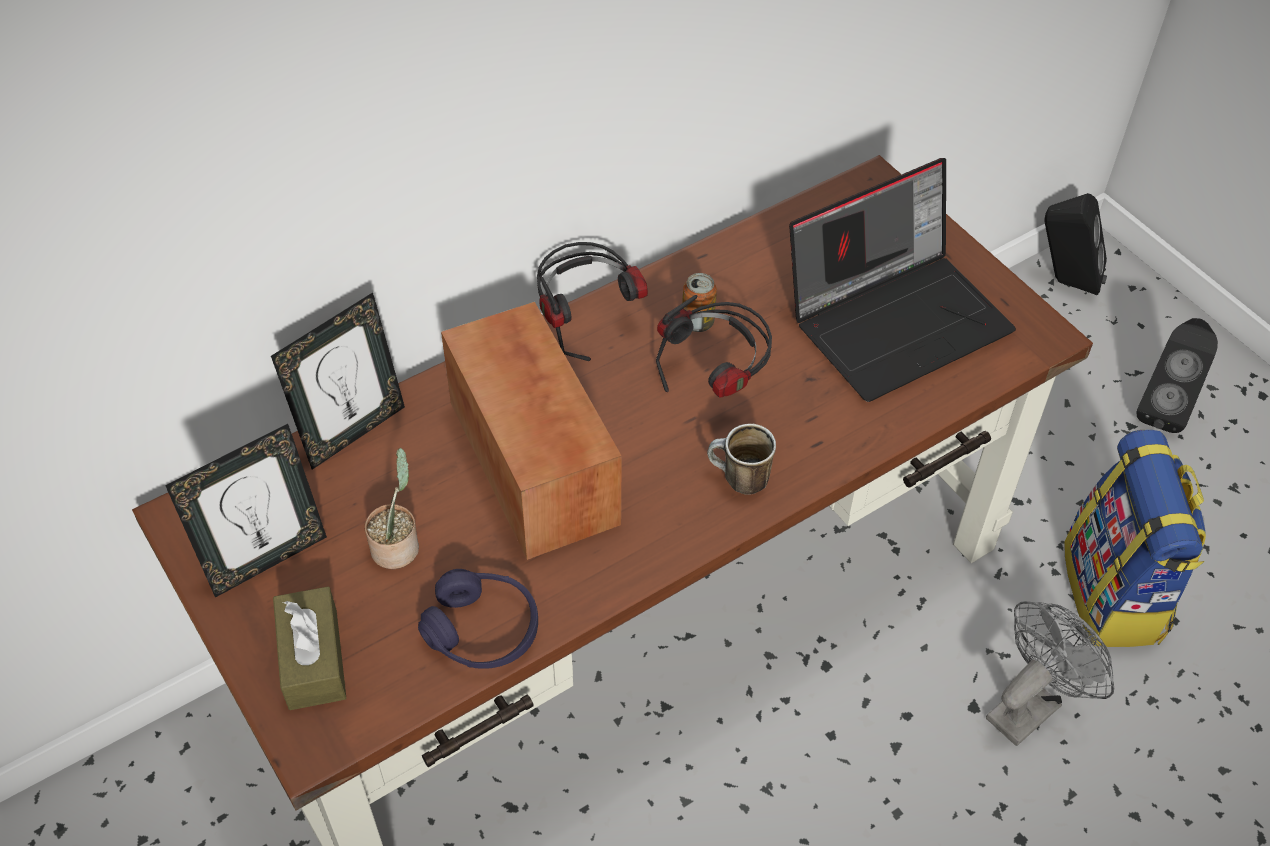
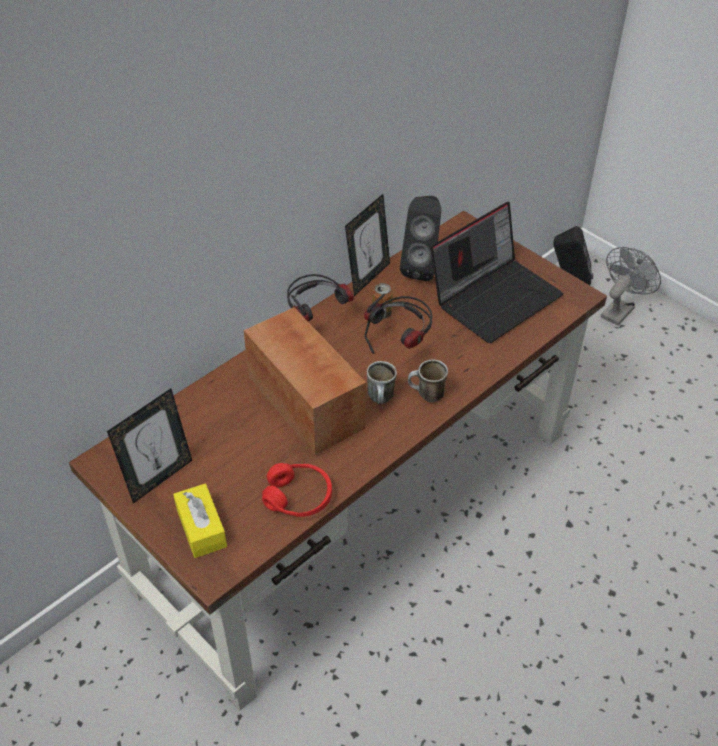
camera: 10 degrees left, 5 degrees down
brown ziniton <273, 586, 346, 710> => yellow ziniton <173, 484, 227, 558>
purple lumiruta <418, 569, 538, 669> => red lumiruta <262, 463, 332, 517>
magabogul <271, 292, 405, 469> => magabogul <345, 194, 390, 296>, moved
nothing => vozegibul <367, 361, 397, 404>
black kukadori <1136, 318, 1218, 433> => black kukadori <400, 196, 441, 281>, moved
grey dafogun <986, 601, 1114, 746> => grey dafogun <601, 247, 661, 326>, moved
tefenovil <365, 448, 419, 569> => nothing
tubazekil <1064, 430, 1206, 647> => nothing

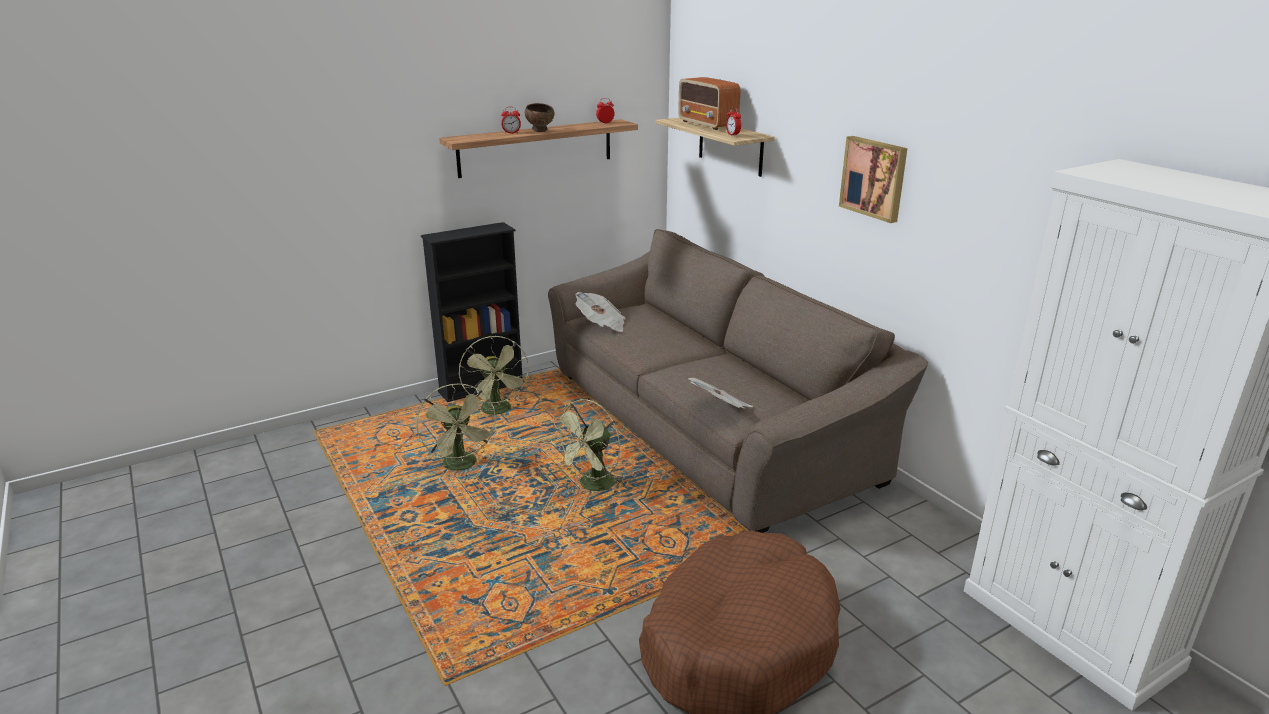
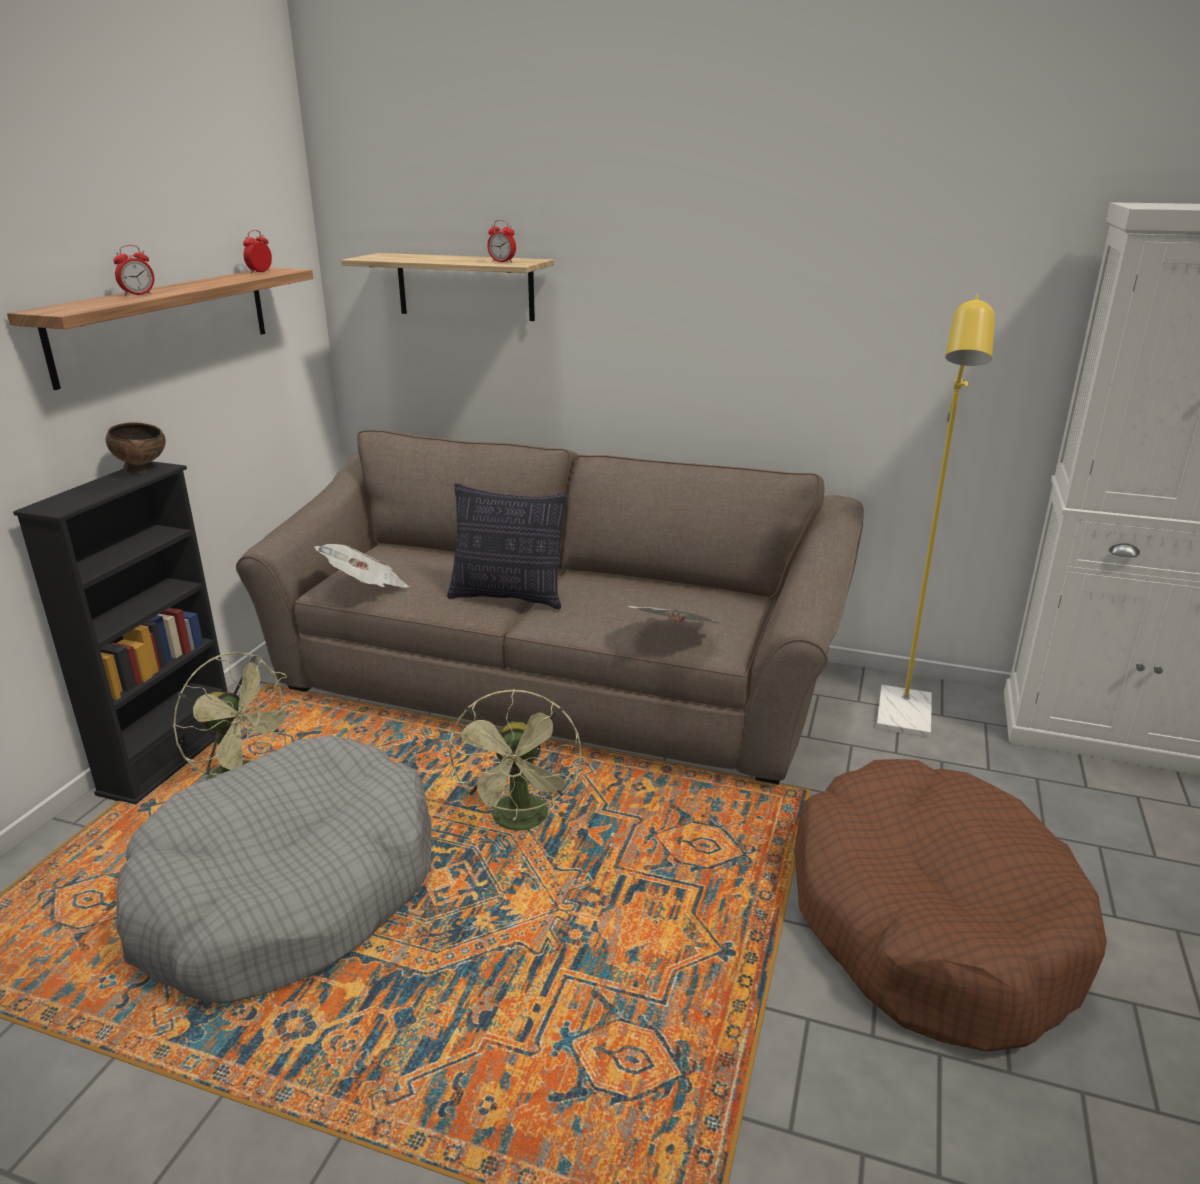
camera: 40 degrees left, 0 degrees up
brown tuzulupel <525, 103, 555, 132> => brown tuzulupel <106, 422, 166, 474>, moved
green dafogun <416, 383, 497, 471> => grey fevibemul <116, 735, 432, 1004>
nothing => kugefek <447, 483, 567, 610>
nothing => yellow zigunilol <876, 294, 995, 738>
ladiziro <678, 77, 741, 130> => nothing
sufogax <839, 136, 908, 223> => nothing

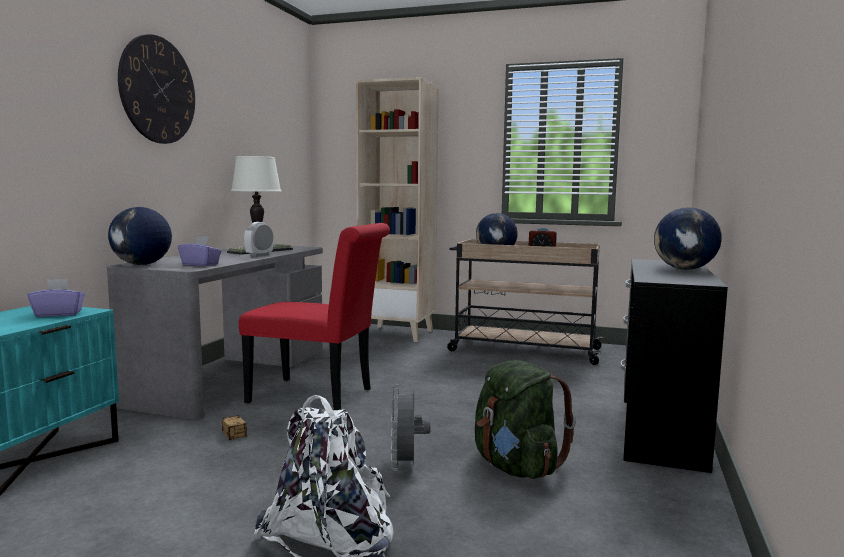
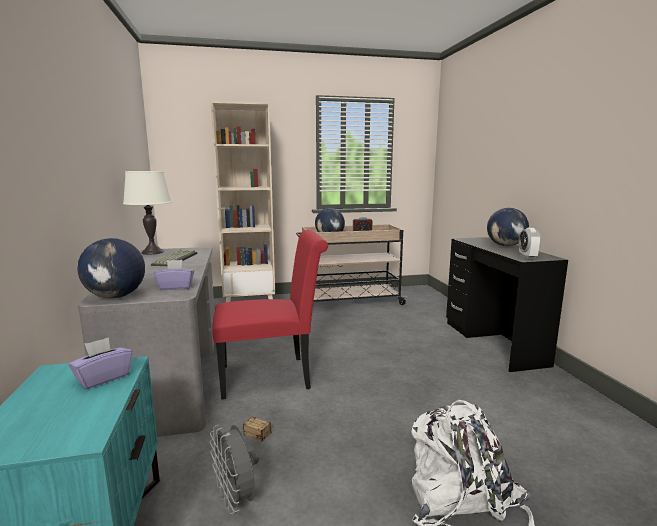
camera: 30 degrees left, 5 degrees up
grey dafogun <391, 385, 430, 471> => grey dafogun <210, 425, 259, 514>, moved
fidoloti <244, 222, 273, 257> => fidoloti <519, 228, 541, 259>, moved
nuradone <118, 34, 195, 144> => nothing
green tubazekil <475, 360, 576, 479> => nothing

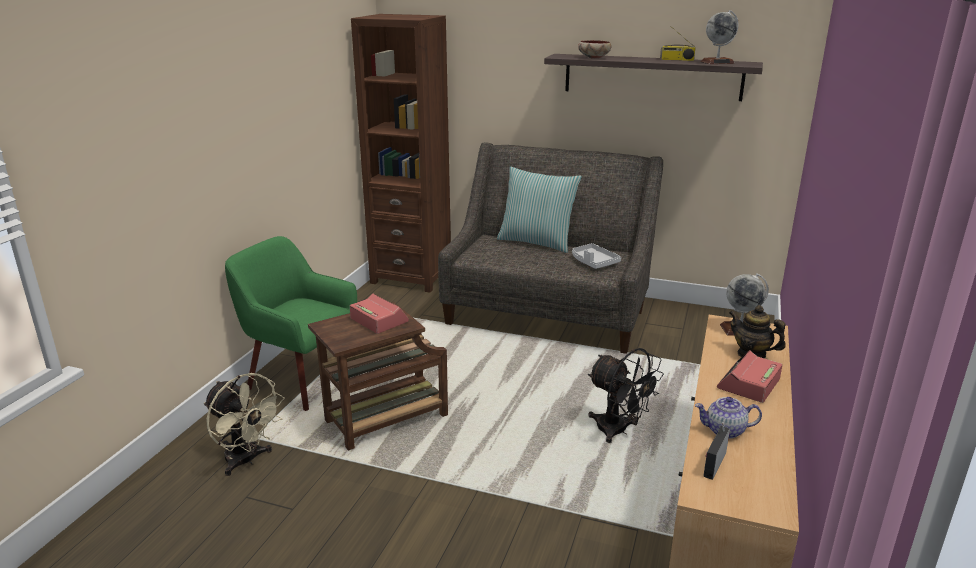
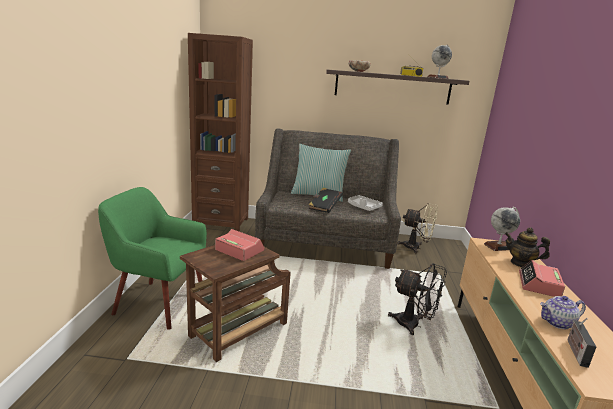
camera: 15 degrees left, 5 degrees down
nothing => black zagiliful <309, 188, 343, 213>
beige dafogun <204, 373, 285, 476> => beige dafogun <397, 203, 438, 253>, moved

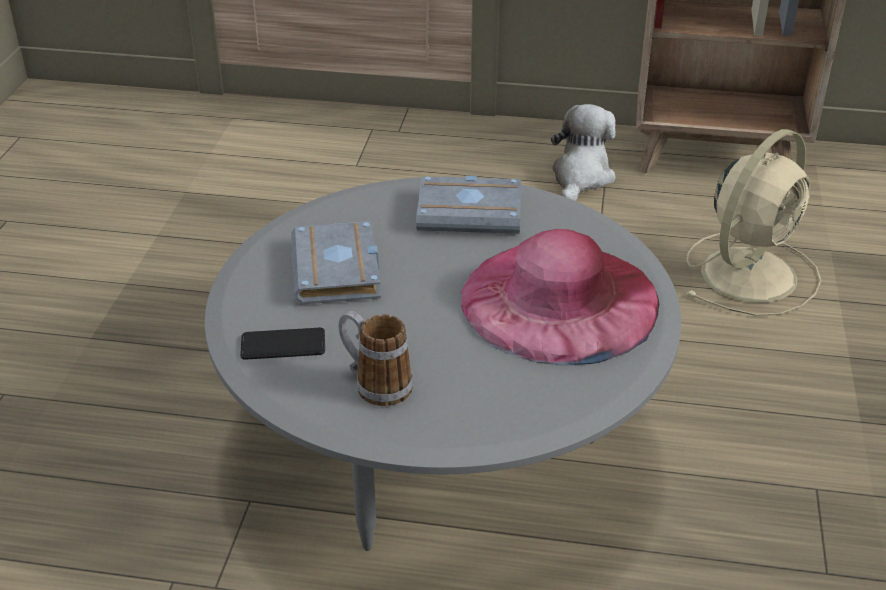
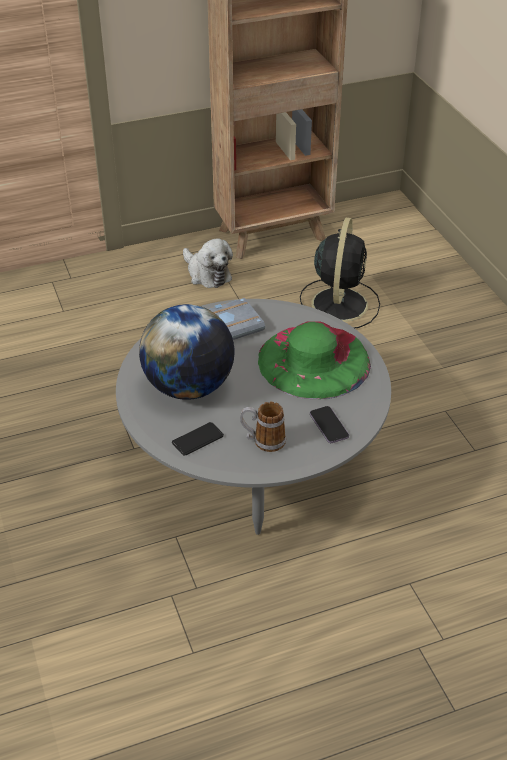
camera: 30 degrees left, 5 degrees up
grey zagiliful <291, 221, 381, 305> => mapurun <139, 304, 235, 400>
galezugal <551, 104, 616, 201> => galezugal <183, 239, 233, 288>, 150 degrees clockwise
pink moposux <461, 229, 659, 365> => green moposux <258, 321, 371, 399>
beige dafogun <686, 129, 821, 316> => black dafogun <300, 217, 380, 328>
nothing => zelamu <310, 406, 349, 443>

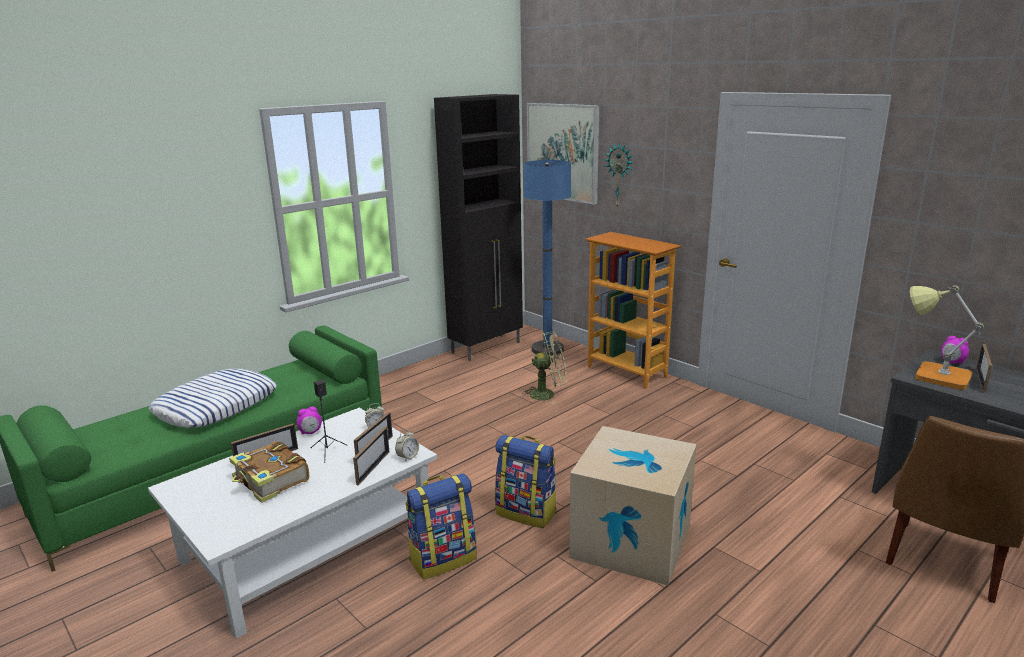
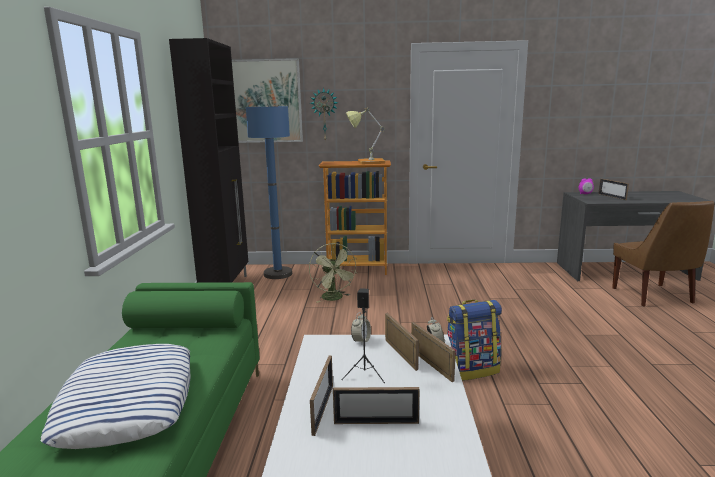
camera: 45 degrees left, 5 degrees down
green dafogun <522, 332, 567, 404> => green dafogun <309, 243, 357, 303>, 120 degrees clockwise
zagiliful <229, 441, 309, 503> => magabogul <333, 387, 419, 424>
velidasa <910, 285, 984, 390> => velidasa <346, 108, 385, 164>, moved
fidoloti <297, 407, 322, 434> => nothing
tubazekil <405, 473, 477, 579> => nothing
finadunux <569, 426, 697, 586> => nothing

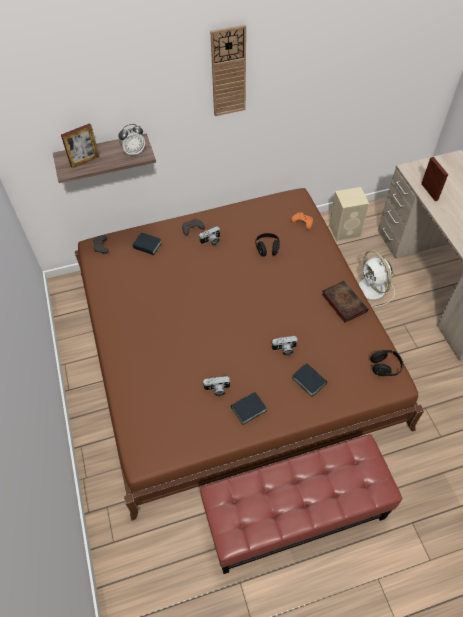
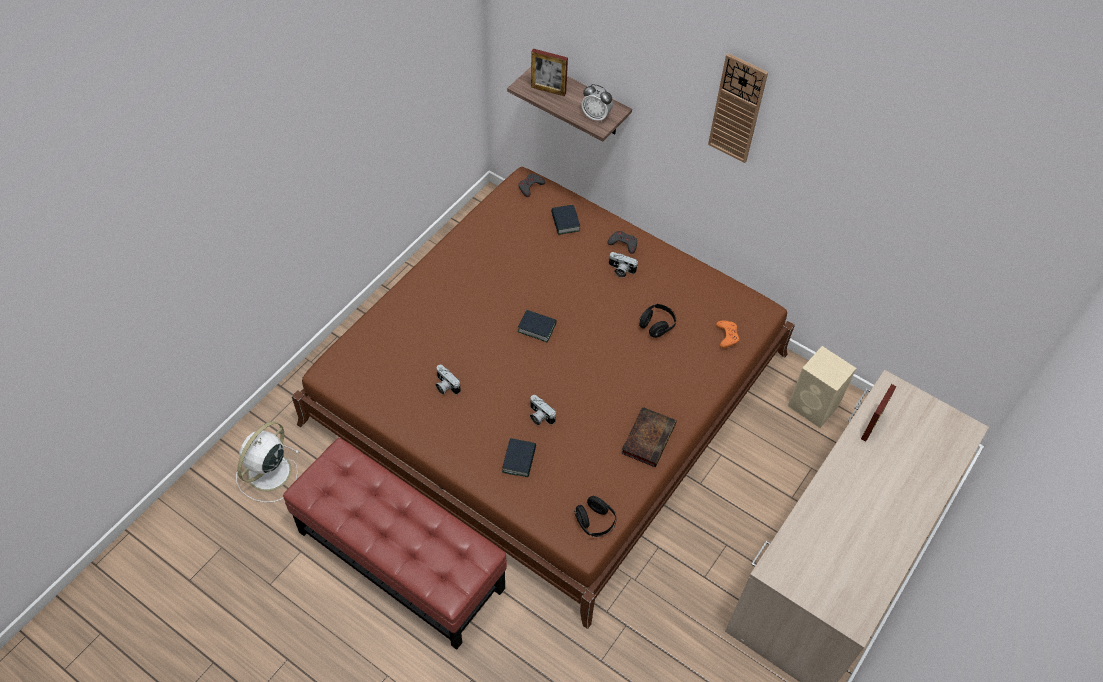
camera: 50 degrees right, 0 degrees up
white dafogun <355, 250, 395, 307> => white dafogun <236, 422, 299, 503>, moved
zagiliful <231, 392, 267, 425> => zagiliful <518, 310, 556, 342>, moved

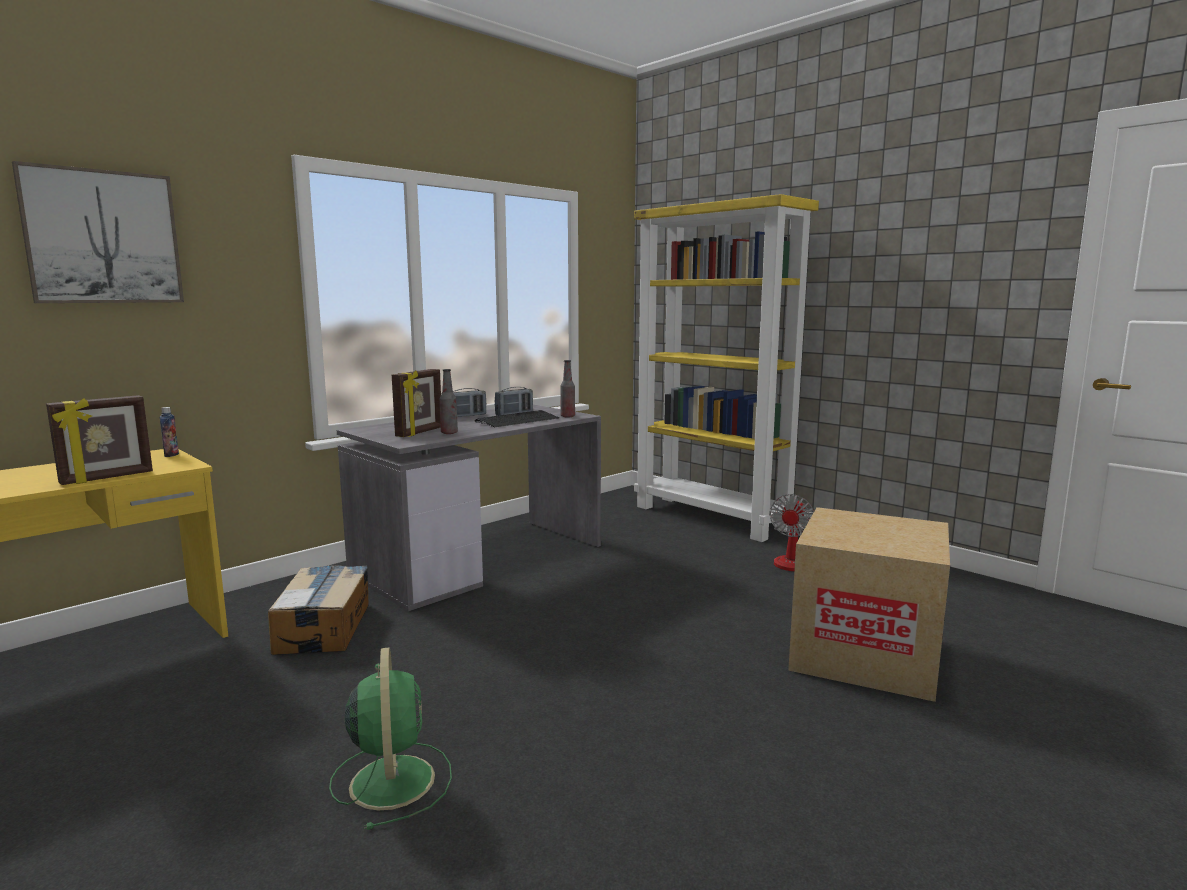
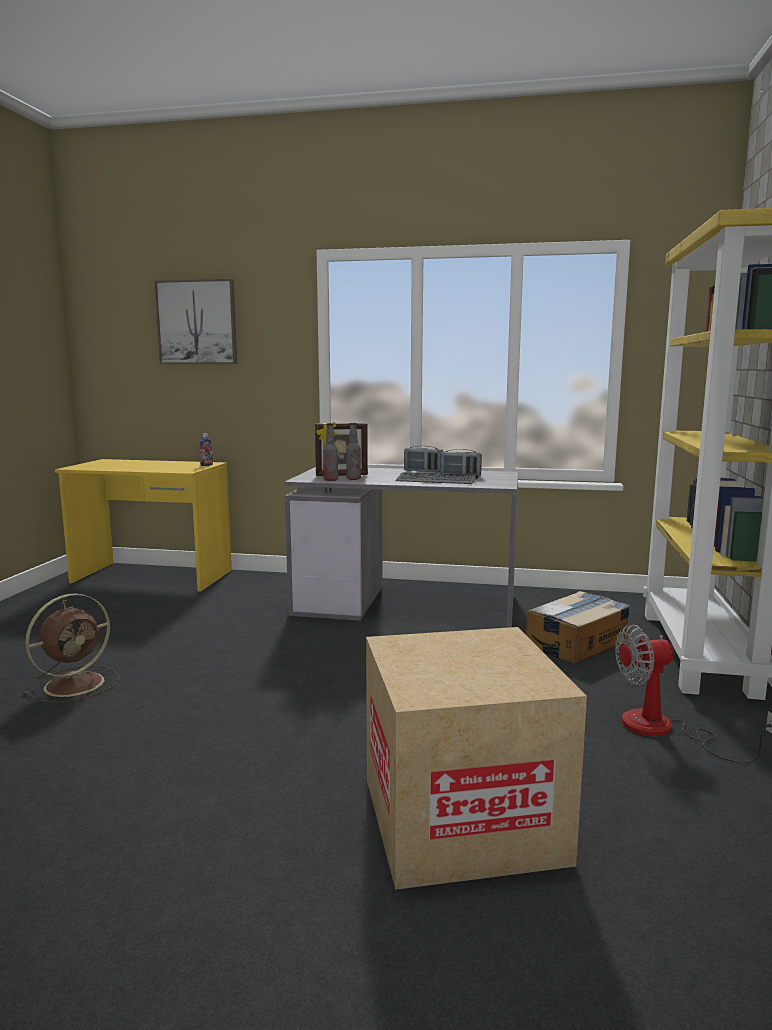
camera: 55 degrees right, 0 degrees up
green dafogun <329, 647, 452, 830> => brown dafogun <23, 593, 119, 703>
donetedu <560, 360, 575, 418> => donetedu <323, 423, 338, 481>, moved
finadunux <268, 565, 369, 655> => finadunux <526, 591, 630, 664>, moved
magabogul <46, 395, 153, 485> => nothing

